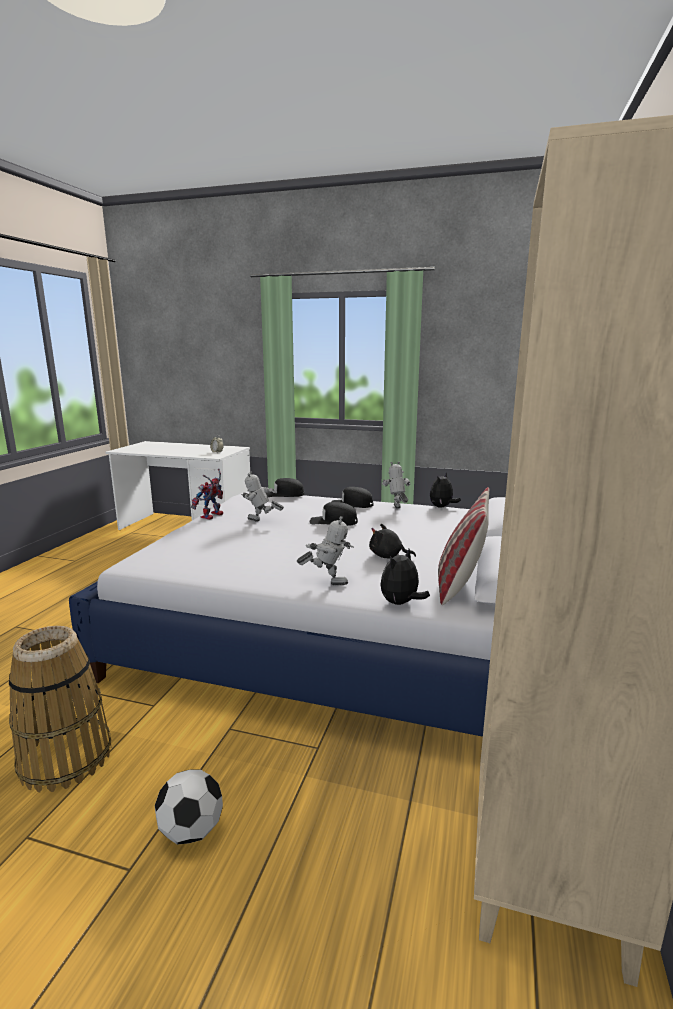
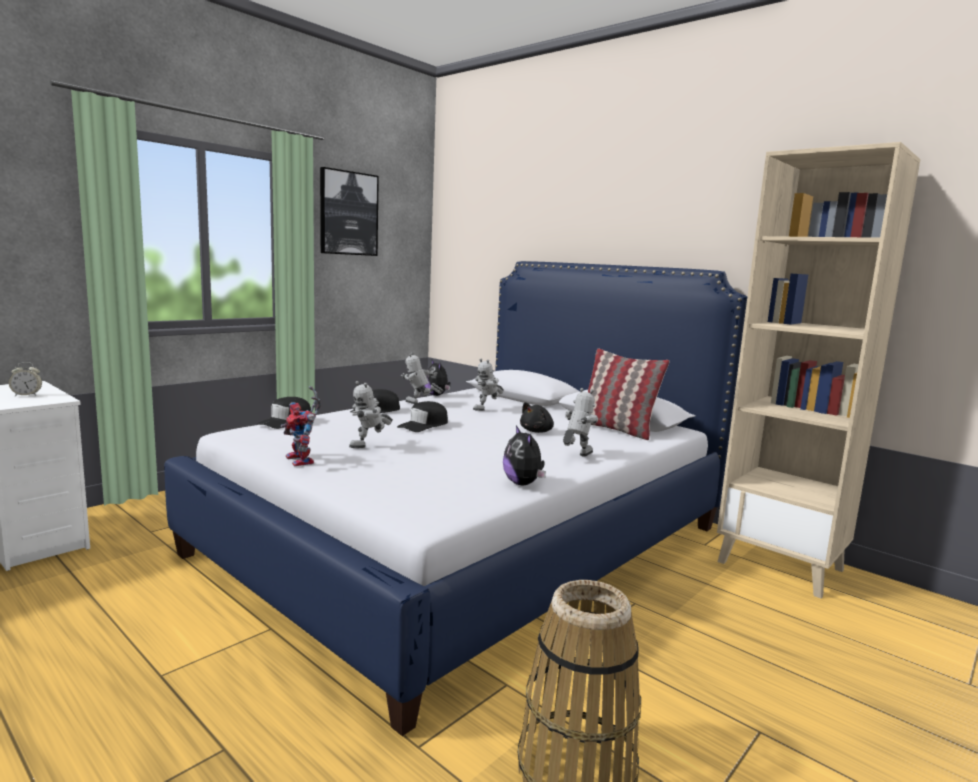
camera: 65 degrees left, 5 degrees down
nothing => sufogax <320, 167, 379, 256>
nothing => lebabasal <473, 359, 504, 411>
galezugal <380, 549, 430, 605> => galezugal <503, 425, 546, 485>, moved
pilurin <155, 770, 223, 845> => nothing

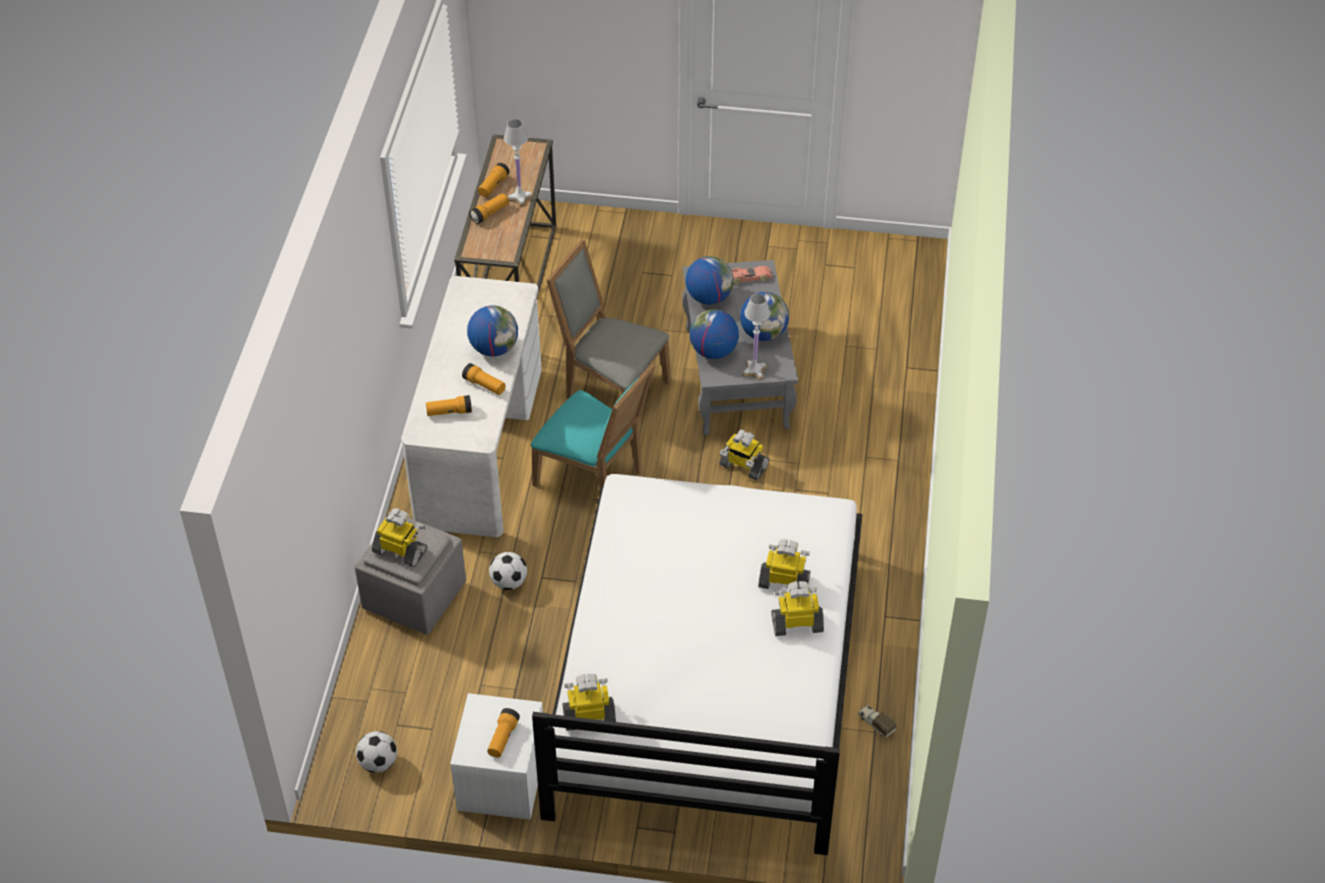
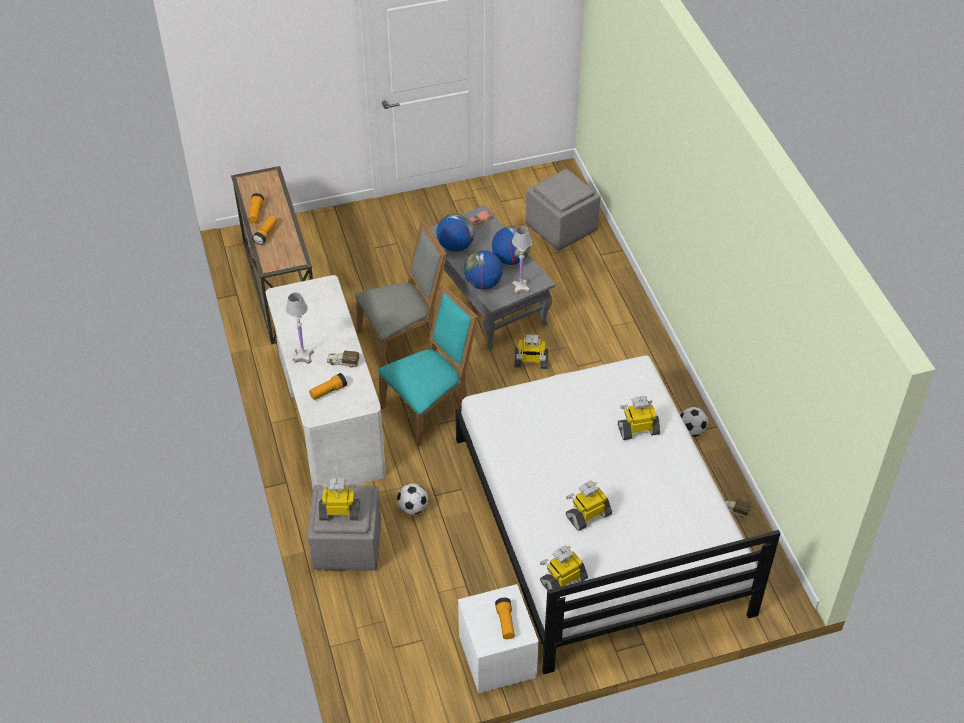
camera: 25 degrees left, 0 degrees up
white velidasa <504, 119, 533, 206> => white velidasa <286, 292, 314, 364>, moved
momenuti <462, 363, 506, 395> => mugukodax <327, 351, 359, 368>
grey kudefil <546, 239, 671, 398> => grey kudefil <355, 220, 447, 368>, 150 degrees clockwise
turquoise kudefil <531, 363, 656, 492> => turquoise kudefil <378, 284, 478, 447>, 45 degrees counterclockwise
nothing => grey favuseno <525, 169, 601, 251>
lebabasal <771, 581, 824, 636> => lebabasal <566, 481, 612, 531>, moved
pilurin <356, 731, 397, 773> => pilurin <680, 407, 708, 437>, moved
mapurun <467, 305, 518, 357> => nothing

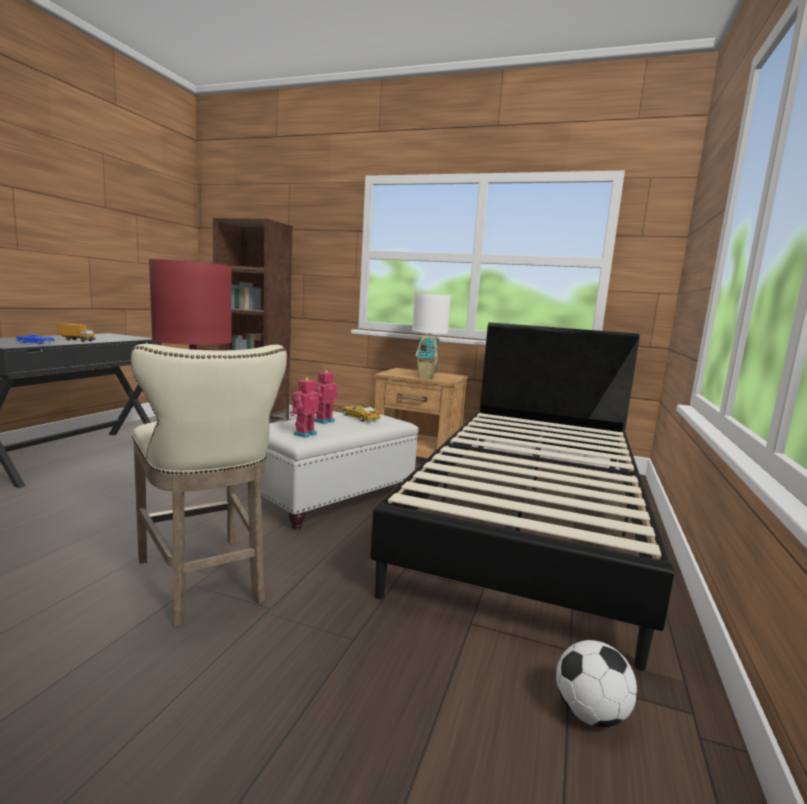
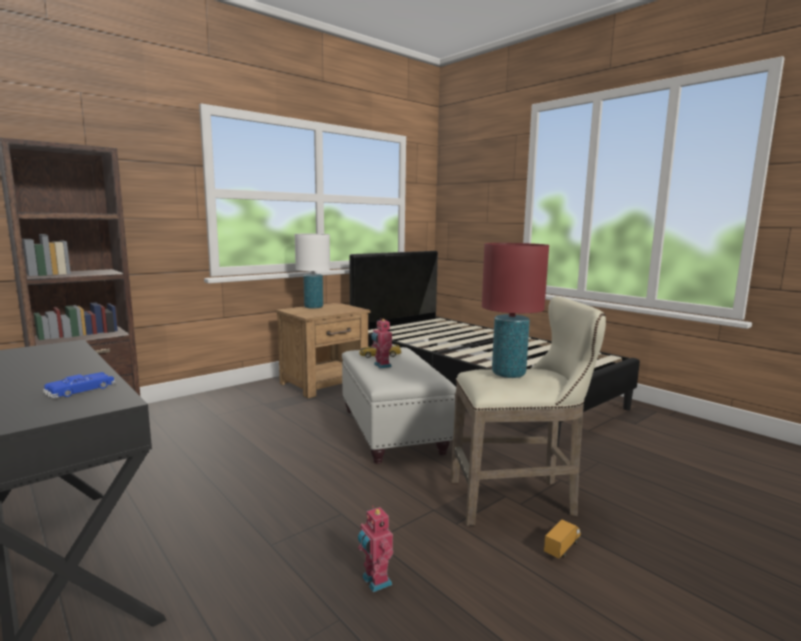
camera: 60 degrees left, 0 degrees up
lebabasal <290, 377, 320, 438> => lebabasal <358, 506, 393, 592>, moved
mugukodax <58, 323, 96, 342> => mugukodax <544, 520, 581, 559>, moved
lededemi <415, 335, 439, 379> => nothing
pilurin <556, 640, 637, 727> => nothing

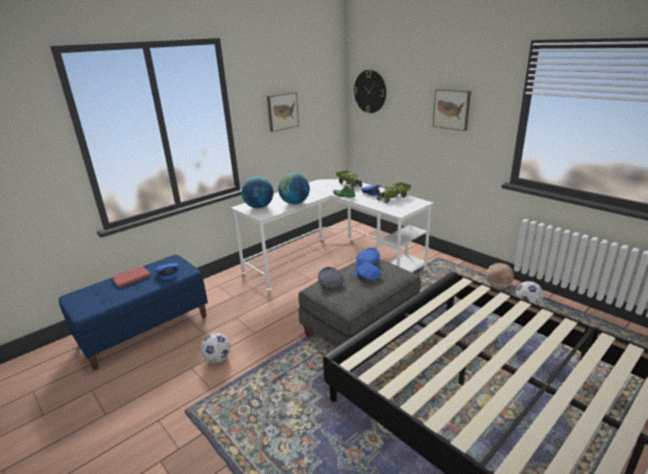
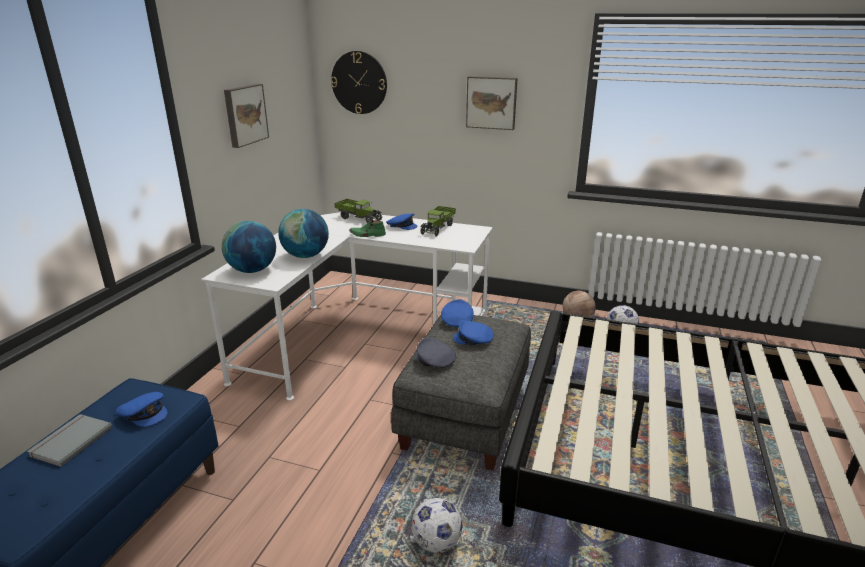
camera: 30 degrees left, 0 degrees up
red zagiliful <112, 266, 151, 288> => grey zagiliful <27, 414, 112, 467>
pilurin <201, 333, 231, 363> => pilurin <411, 498, 462, 553>, moved

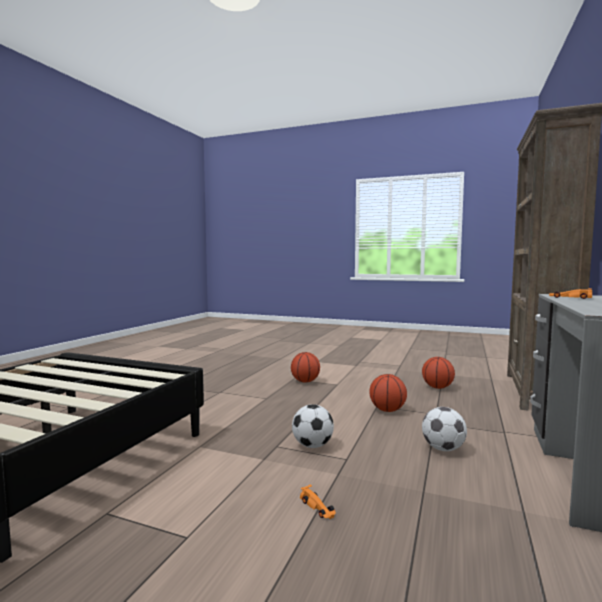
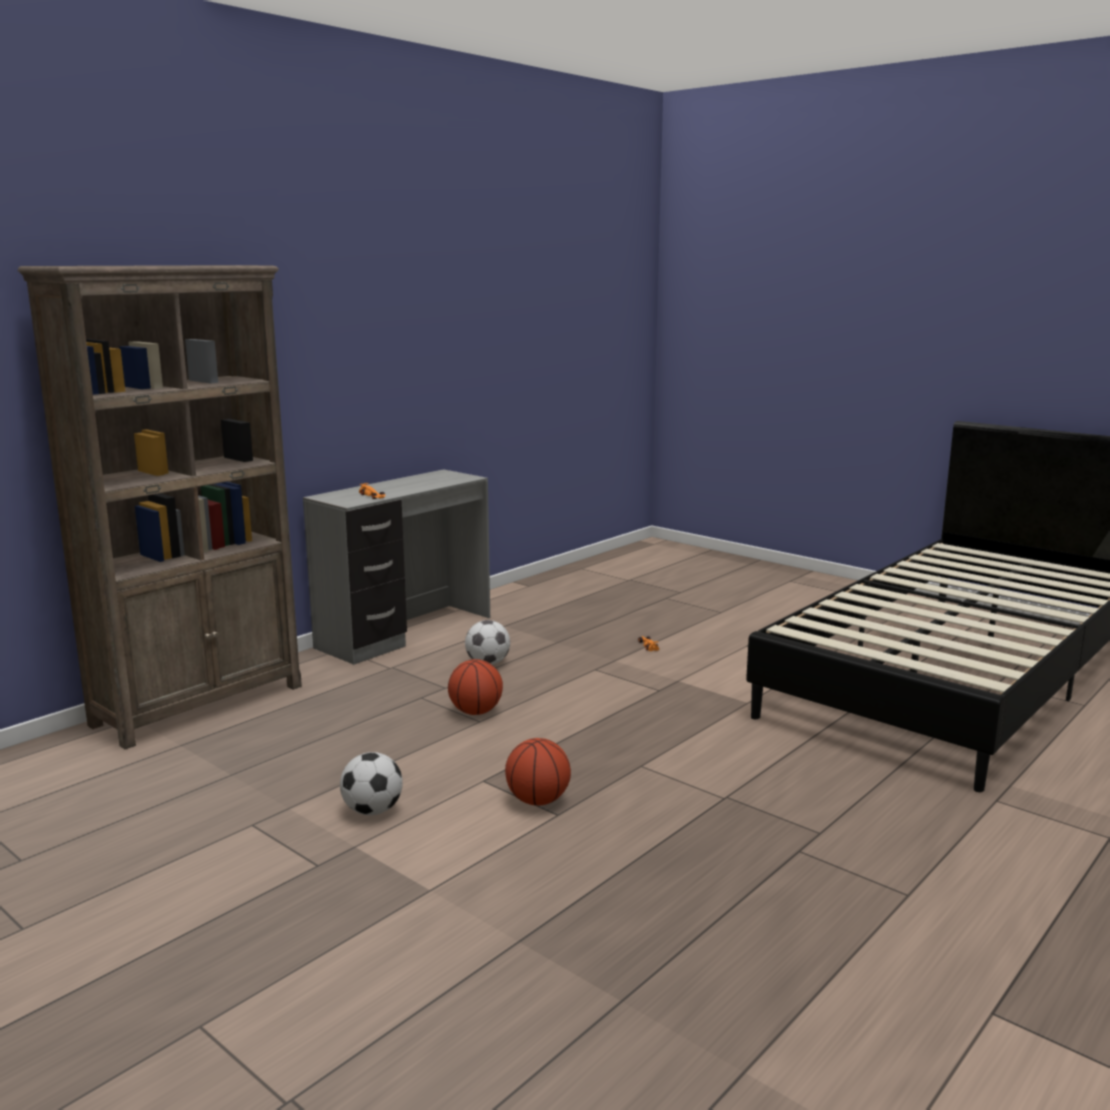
camera: 160 degrees left, 10 degrees up
pilurin <292, 404, 334, 448> => pilurin <340, 752, 403, 815>, moved
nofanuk <422, 357, 455, 389> => nothing

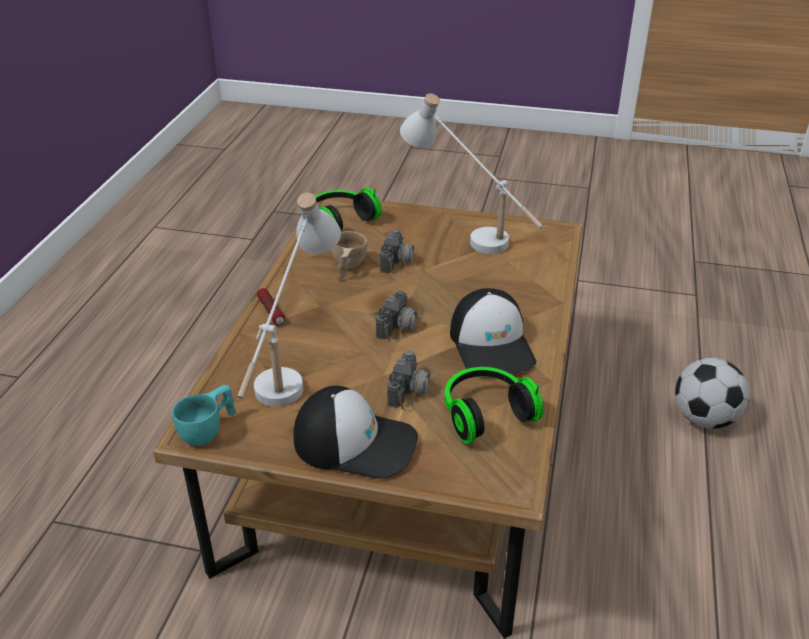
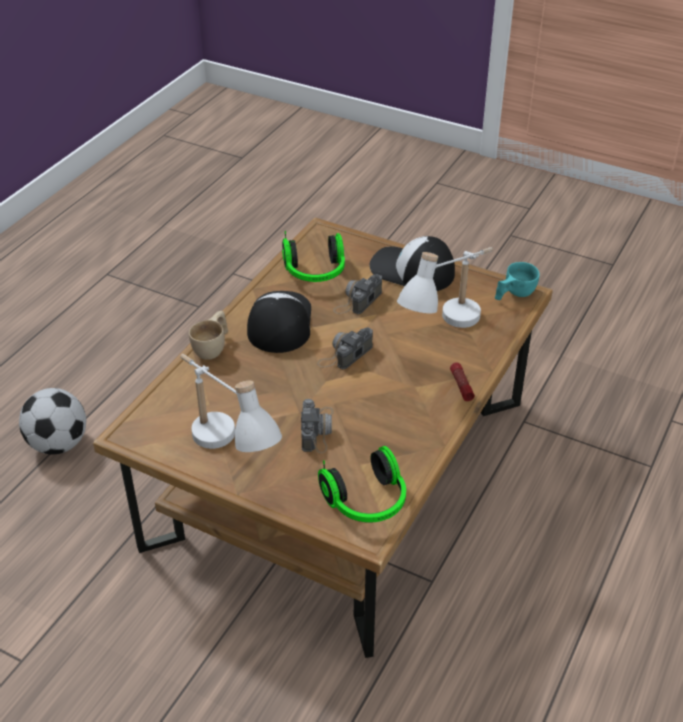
camera: 165 degrees left, 5 degrees up
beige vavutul <332, 231, 367, 279> => beige vavutul <189, 311, 228, 360>, moved
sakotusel <380, 230, 421, 276> => sakotusel <301, 399, 334, 453>, 150 degrees clockwise

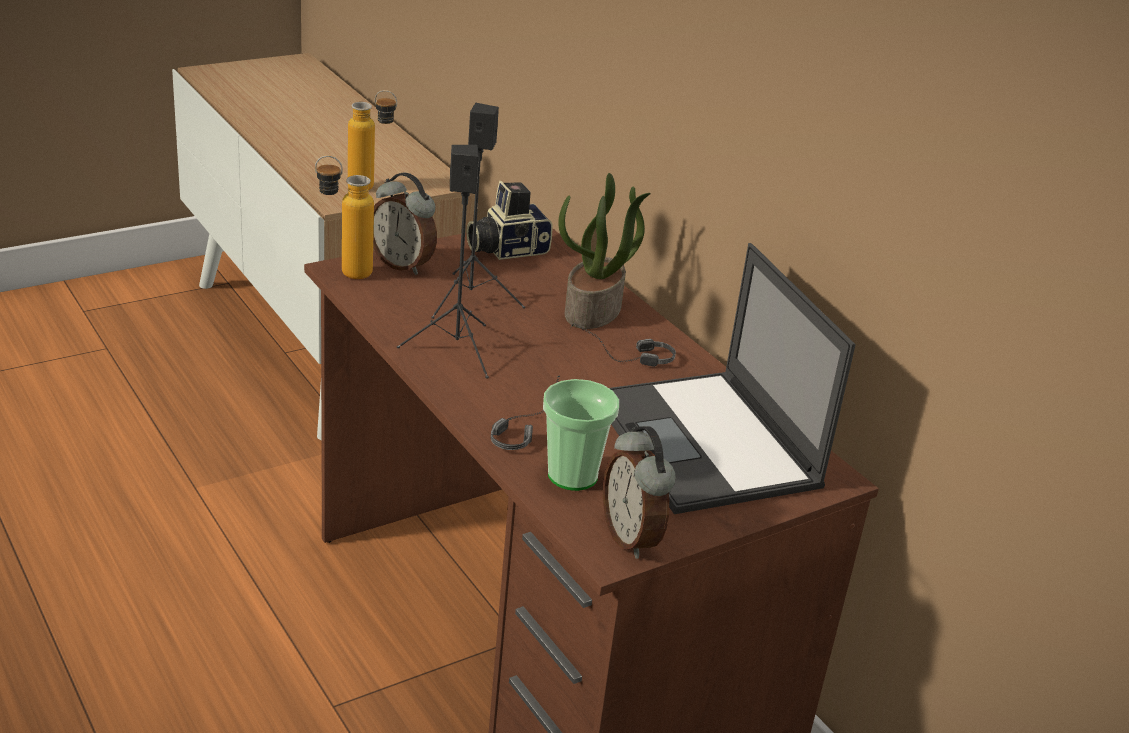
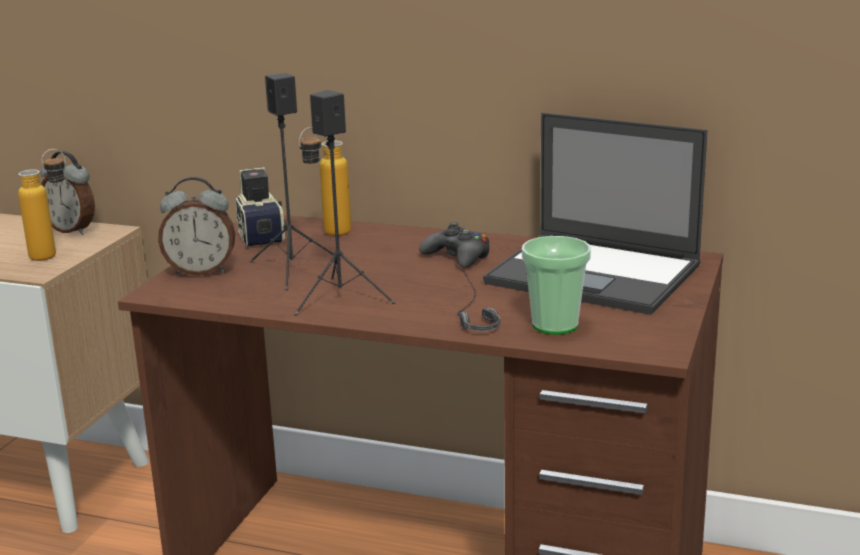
camera: 35 degrees left, 10 degrees down
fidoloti <603, 426, 676, 559> => fidoloti <41, 151, 95, 235>, moved
sakotusel <467, 181, 553, 260> => sakotusel <235, 167, 287, 247>, 135 degrees clockwise
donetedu <315, 156, 374, 279> => donetedu <299, 127, 351, 236>, moved
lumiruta <570, 323, 676, 367> => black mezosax <419, 222, 489, 268>
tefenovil <558, 173, 651, 329> => nothing

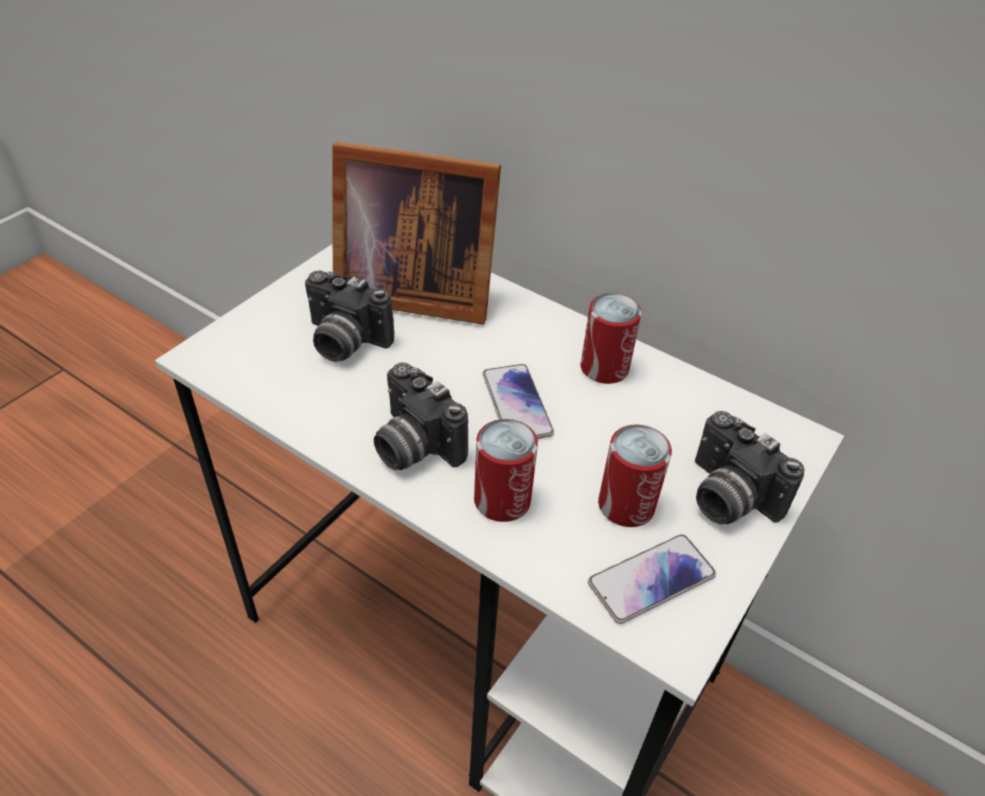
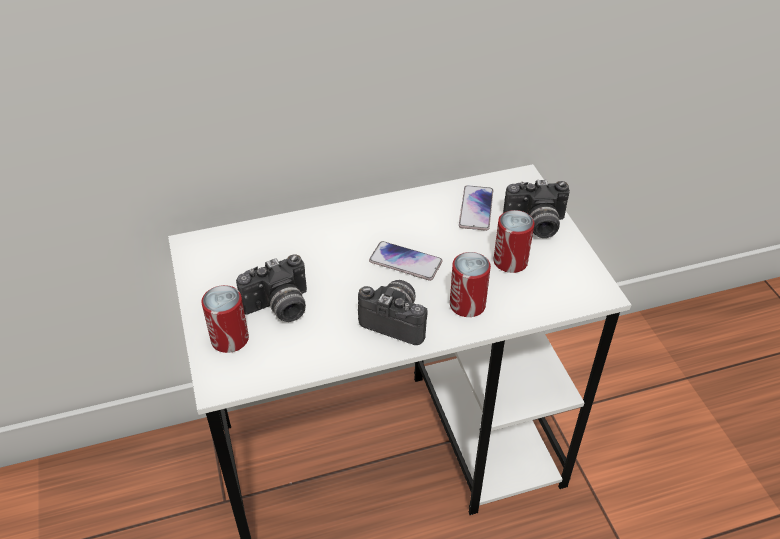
camera: 50 degrees left, 0 degrees up
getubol <581, 293, 642, 384> => getubol <201, 285, 249, 353>, moved
sakotusel <374, 362, 468, 470> => sakotusel <358, 280, 428, 345>, 150 degrees counterclockwise
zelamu <588, 534, 716, 624> => zelamu <459, 185, 493, 231>, moved
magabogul <332, 141, 501, 325> => nothing

